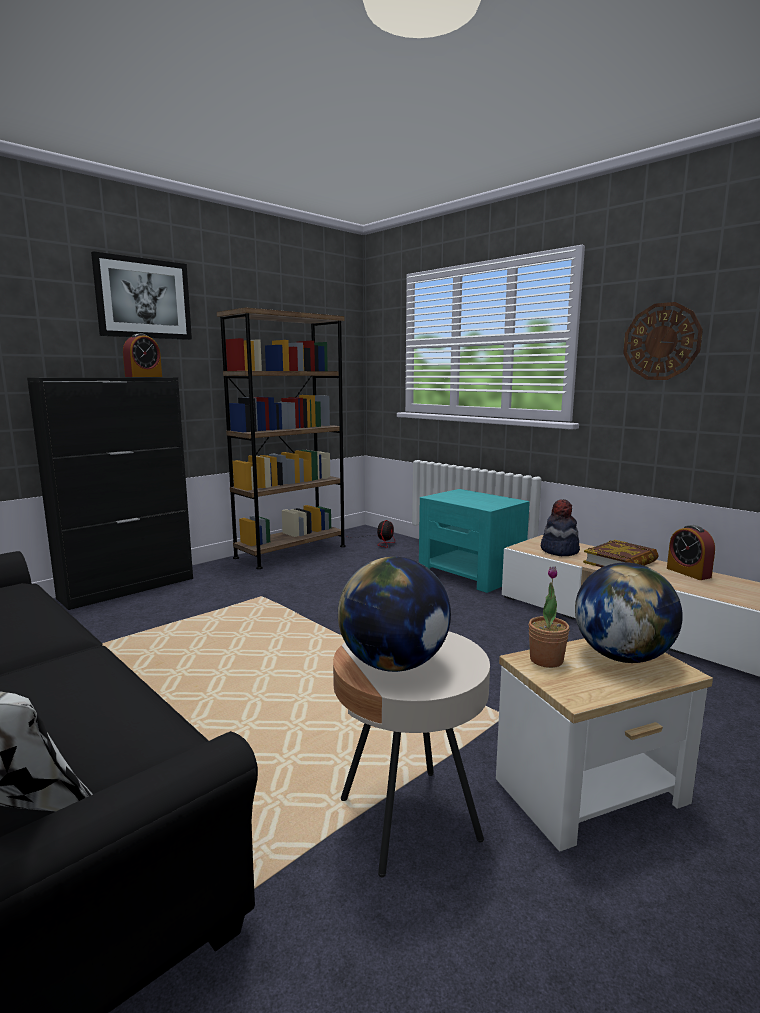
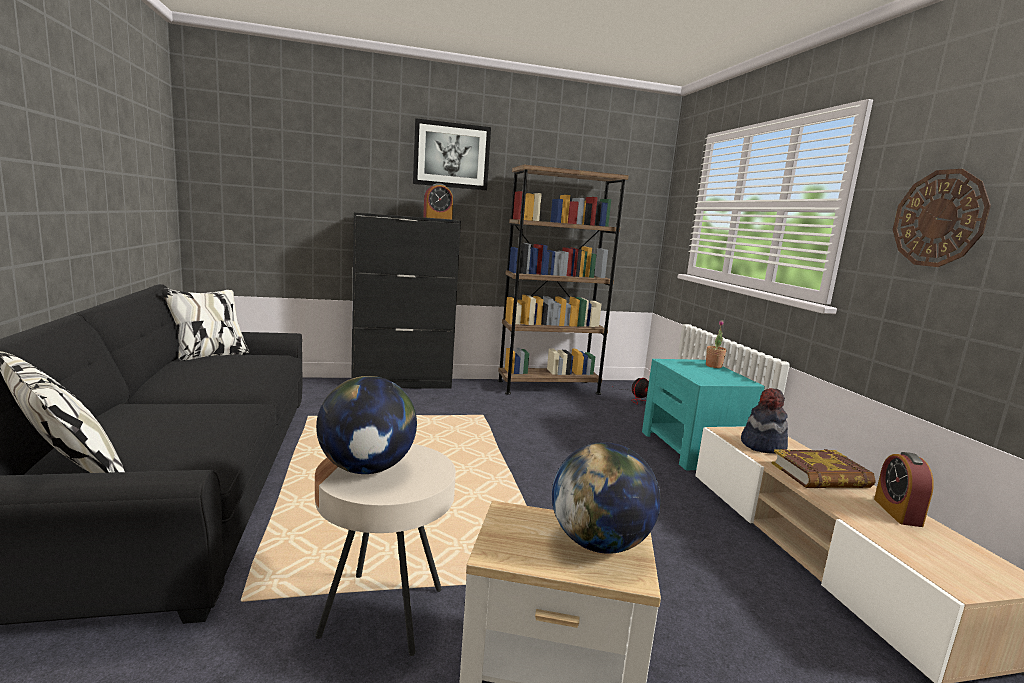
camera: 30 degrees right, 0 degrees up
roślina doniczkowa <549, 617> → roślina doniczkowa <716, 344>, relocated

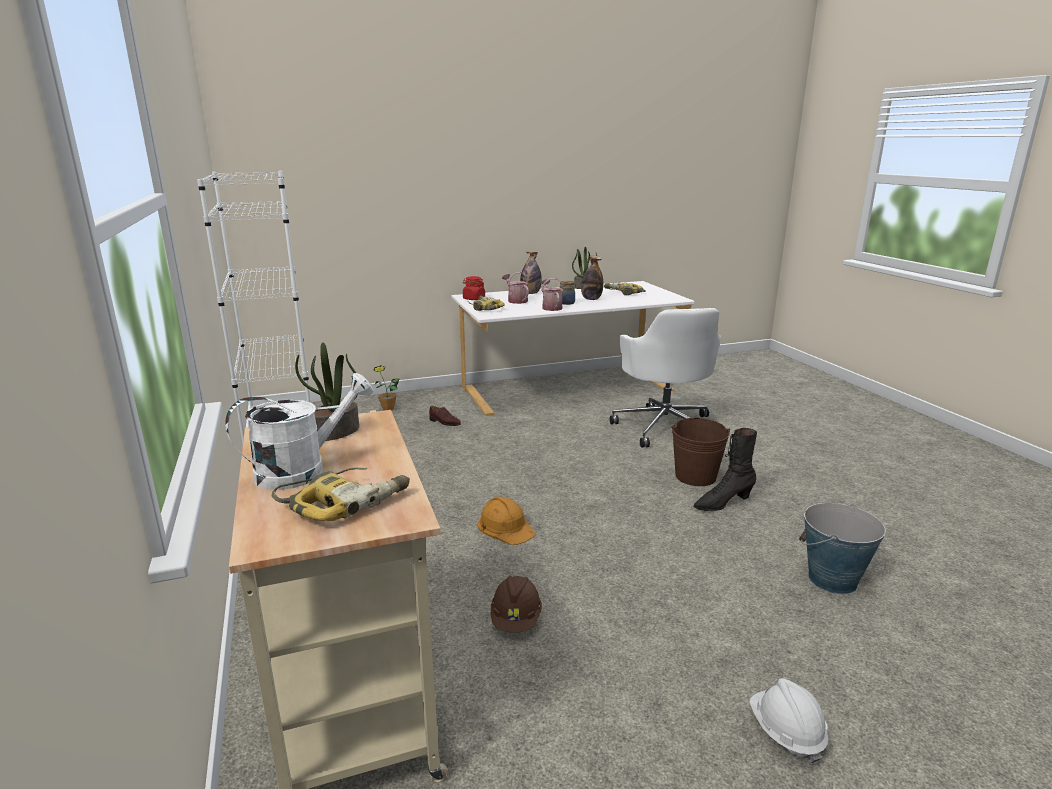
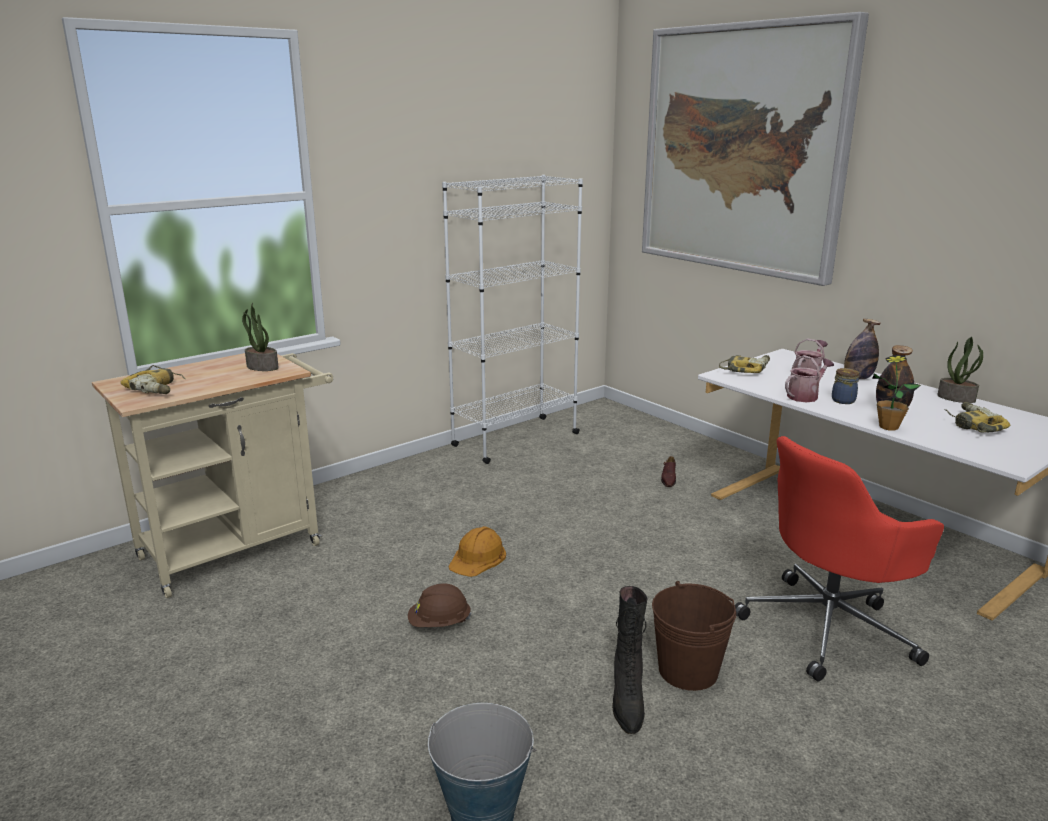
camera: 70 degrees right, 0 degrees up
konewka [biały] <299, 431> → -
słoik [czerwony] <474, 288> → -
kask [biały] <789, 720> → -
- → obraz <755, 149>
roślina doniczkowa <386, 388> → roślina doniczkowa <896, 393>, relocated
kask [brązowy] <516, 604> → kask [brązowy] <439, 605>, relocated
krzesło biurowe [biały] <665, 378> → krzesło biurowe [czerwony] <839, 559>
but z cholewką [czarny] <725, 469> → but z cholewką [czarny] <629, 660>, 135 degrees counterclockwise

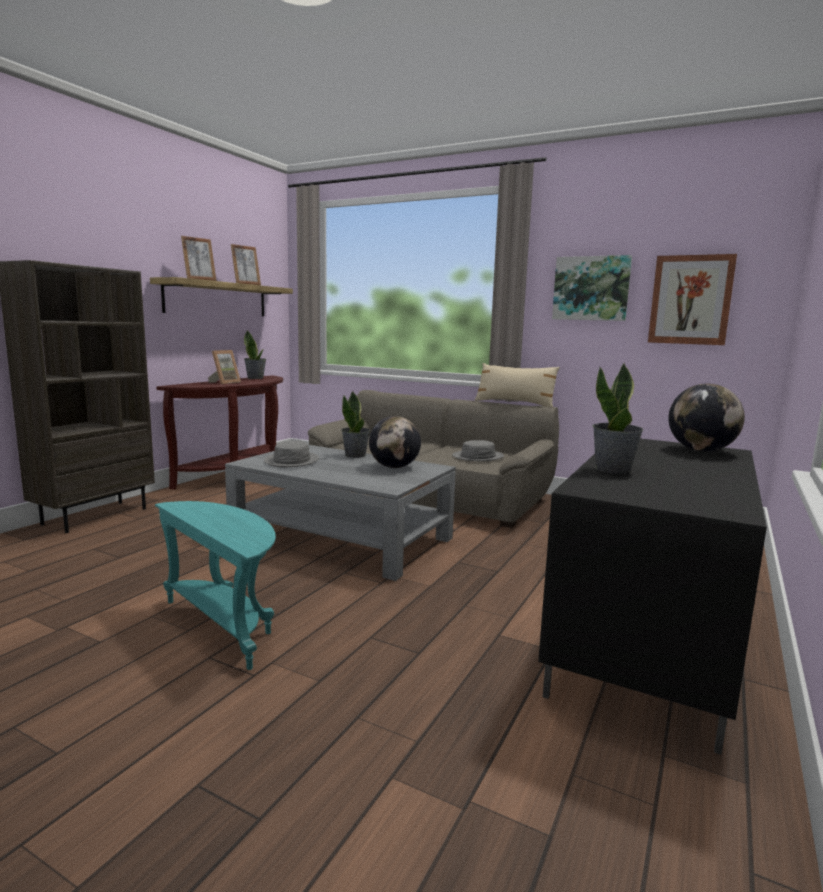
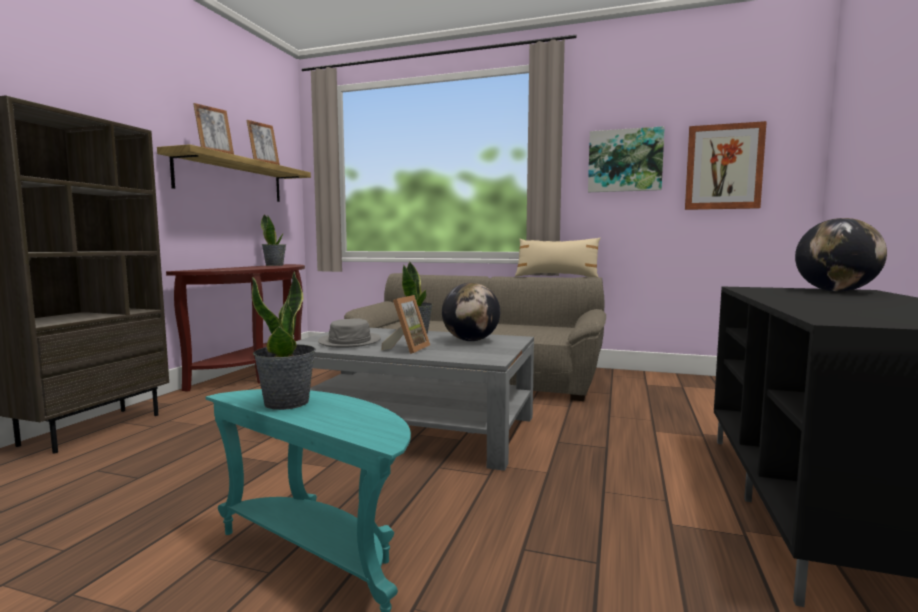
camera: 10 degrees left, 5 degrees down
kapelusz [szary] <478, 451> → -
ramka na zdjęcie <224, 367> → ramka na zdjęcie <405, 324>, relocated
roślina doniczkowa <618, 418> → roślina doniczkowa <284, 340>, relocated

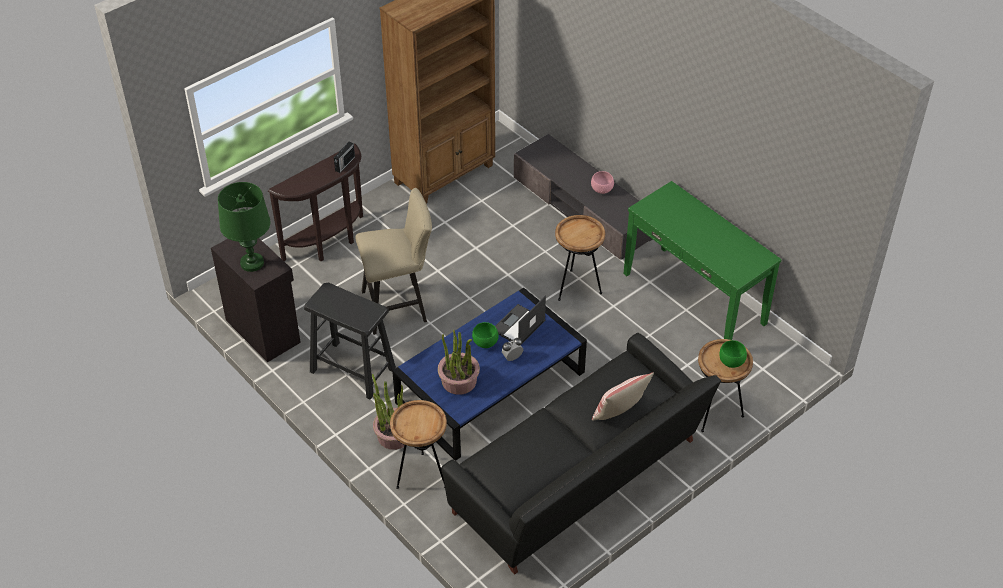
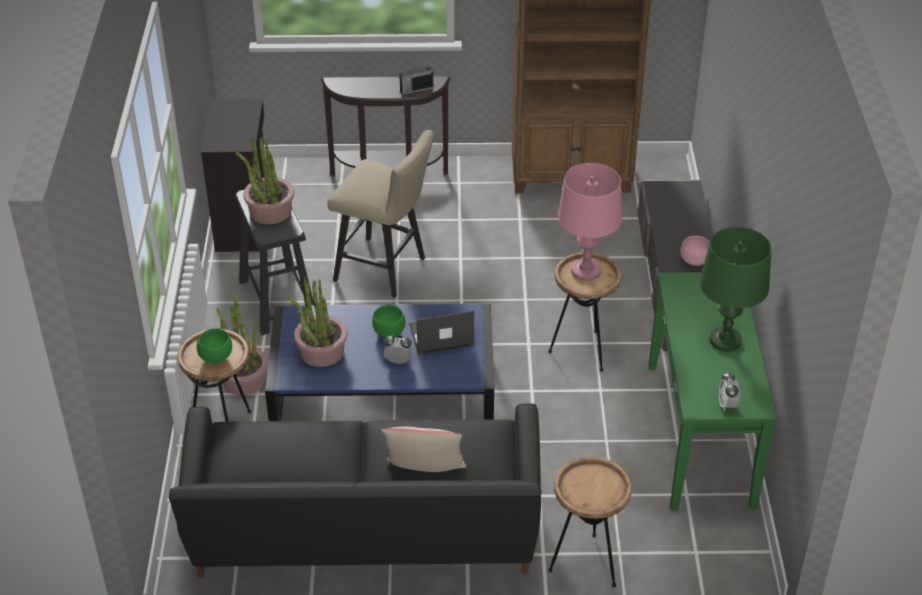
camera: 40 degrees right, 5 degrees down
- → roślina doniczkowa <265, 180>
- → lampa stołowa [różowy] <590, 222>
- → budzik <729, 391>
lampa stołowa [zielony] <244, 227> → lampa stołowa [zielony] <736, 289>, relocated
miska [zielony] <733, 354> → miska [zielony] <214, 346>, relocated

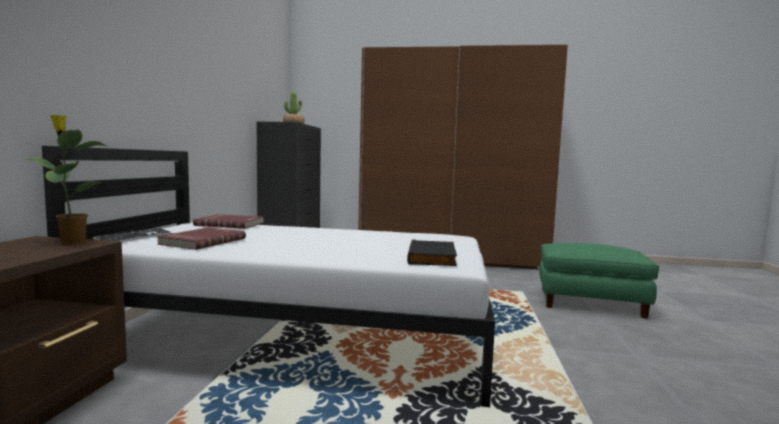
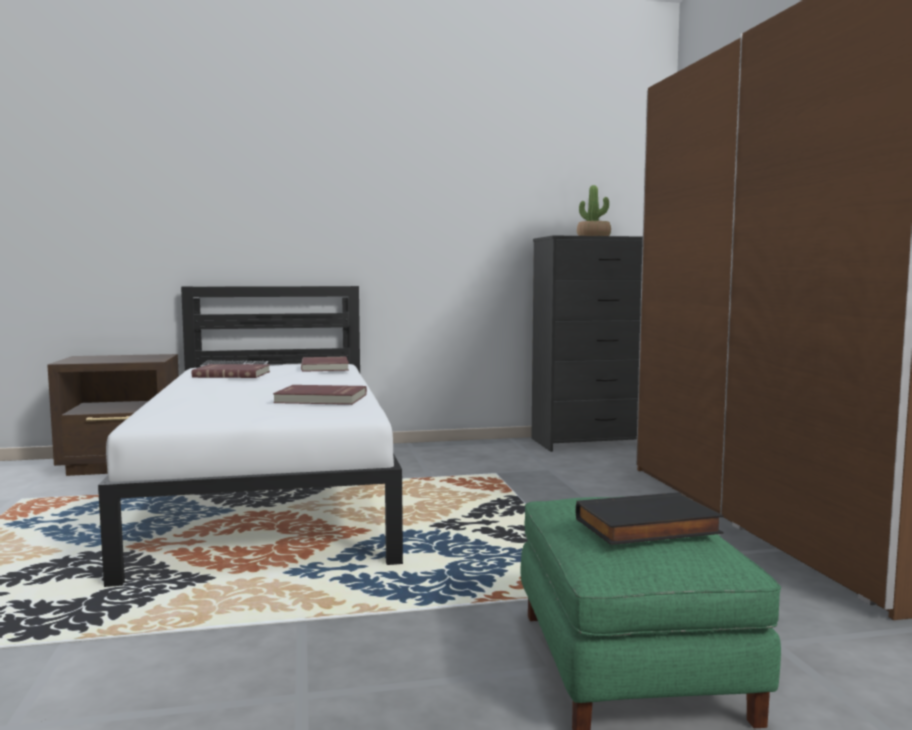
camera: 70 degrees right, 0 degrees up
roślina doniczkowa <66, 179> → -
- → książka [czerwony] <320, 395>
książka [czarny] <432, 253> → książka [czarny] <650, 518>, relocated

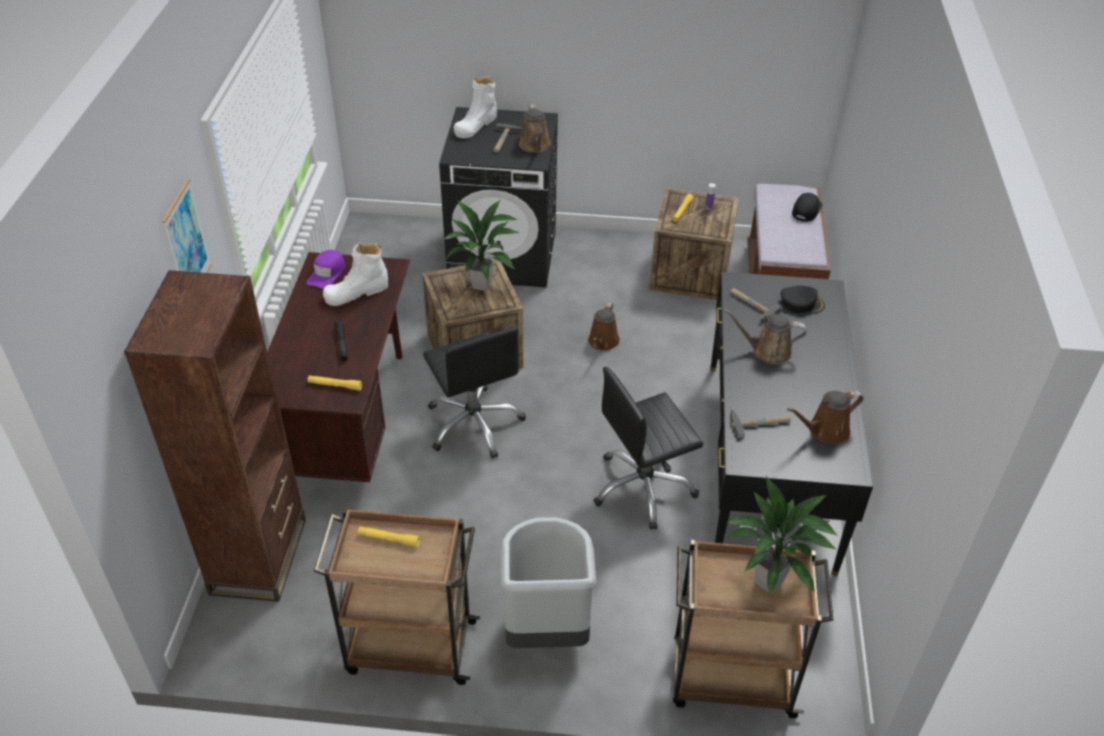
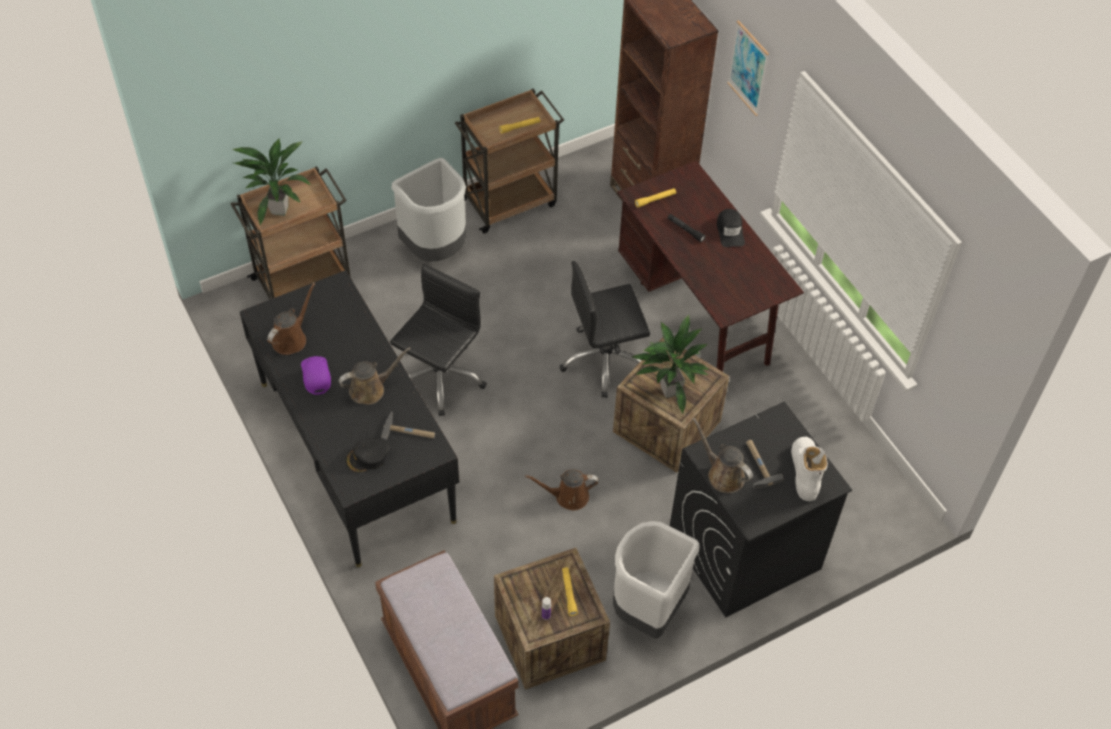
camera: 145 degrees right, 10 degrees up
but z cholewką [biały] <355, 274> → -
młotek <761, 423> → -
- → kosz na śmieci [biały] <656, 579>
czapka z daszkiem [fioletowy] <326, 269> → czapka z daszkiem [fioletowy] <316, 375>, relocated
czapka z daszkiem [czarny] <807, 207> → czapka z daszkiem [czarny] <731, 228>, relocated
krzesło biurowe [czarny] <474, 393> → krzesło biurowe [czarny] <604, 329>, 45 degrees counterclockwise
konewka [brązowy] <604, 327> → konewka [brązowy] <561, 489>, 75 degrees counterclockwise

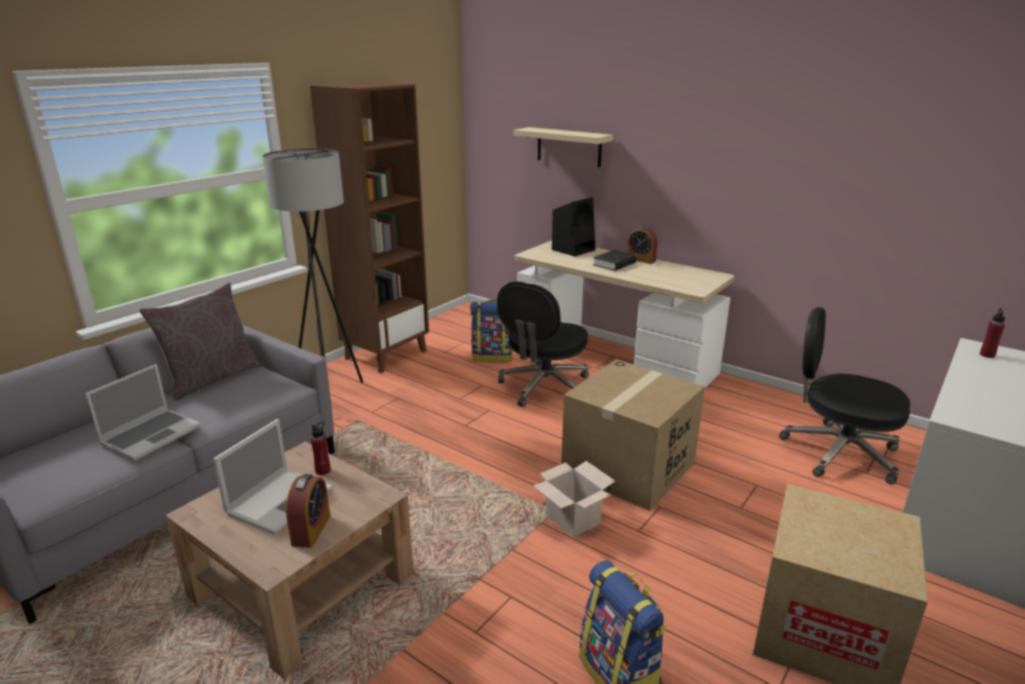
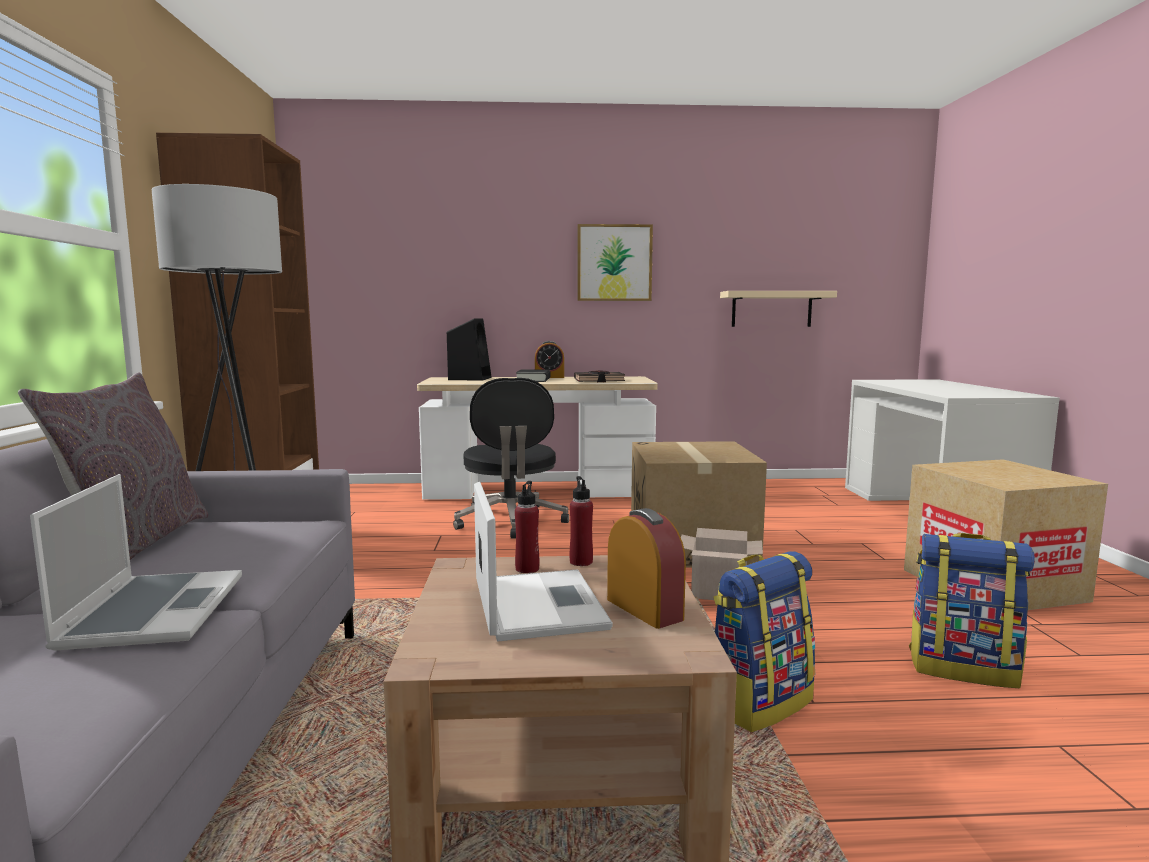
camera: 40 degrees left, 15 degrees down
krzesło biurowe [czarny] <844, 396> → -
- → książka [czarny] <599, 377>
- → obraz <615, 262>
plecak <492, 331> → plecak <764, 641>, relocated
półka [beżowy] <563, 147> → półka [beżowy] <778, 309>, relocated
butelka [czerwony] <992, 333> → butelka [czerwony] <581, 521>, relocated

